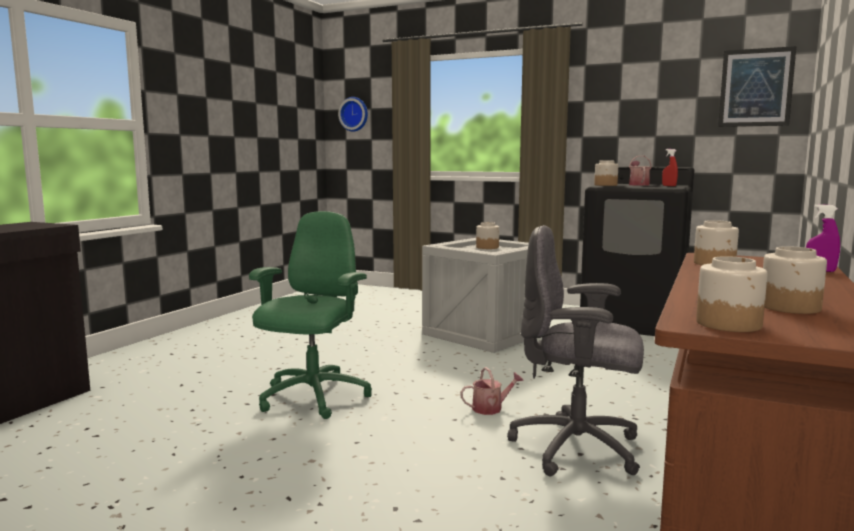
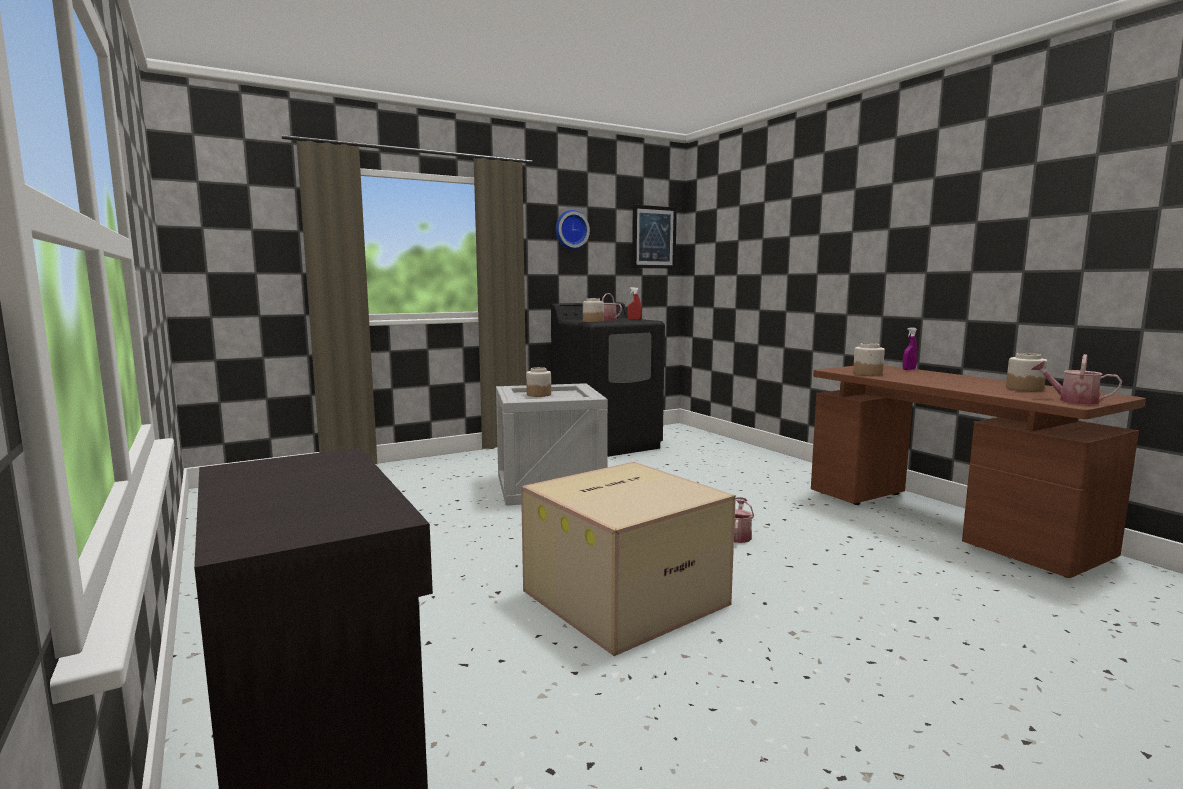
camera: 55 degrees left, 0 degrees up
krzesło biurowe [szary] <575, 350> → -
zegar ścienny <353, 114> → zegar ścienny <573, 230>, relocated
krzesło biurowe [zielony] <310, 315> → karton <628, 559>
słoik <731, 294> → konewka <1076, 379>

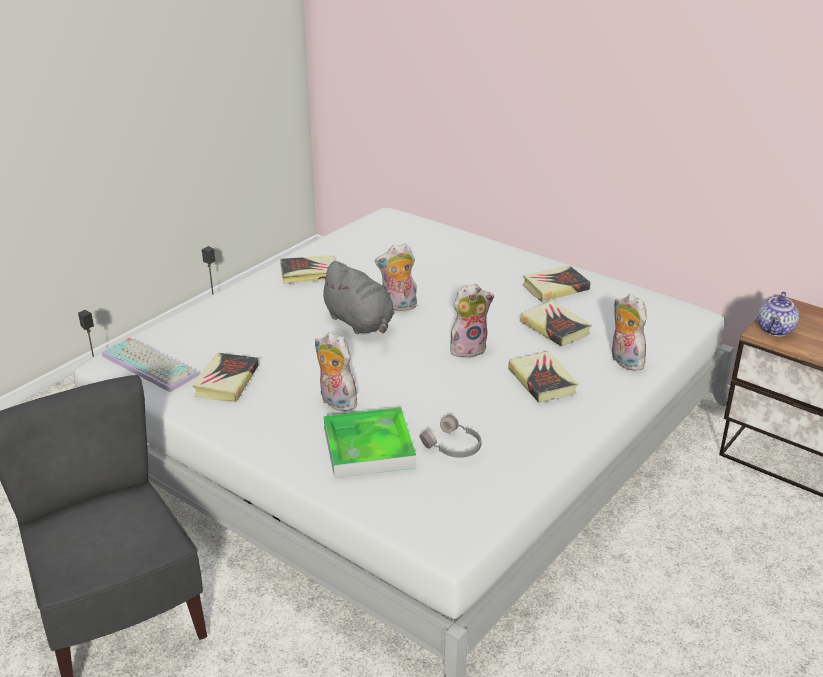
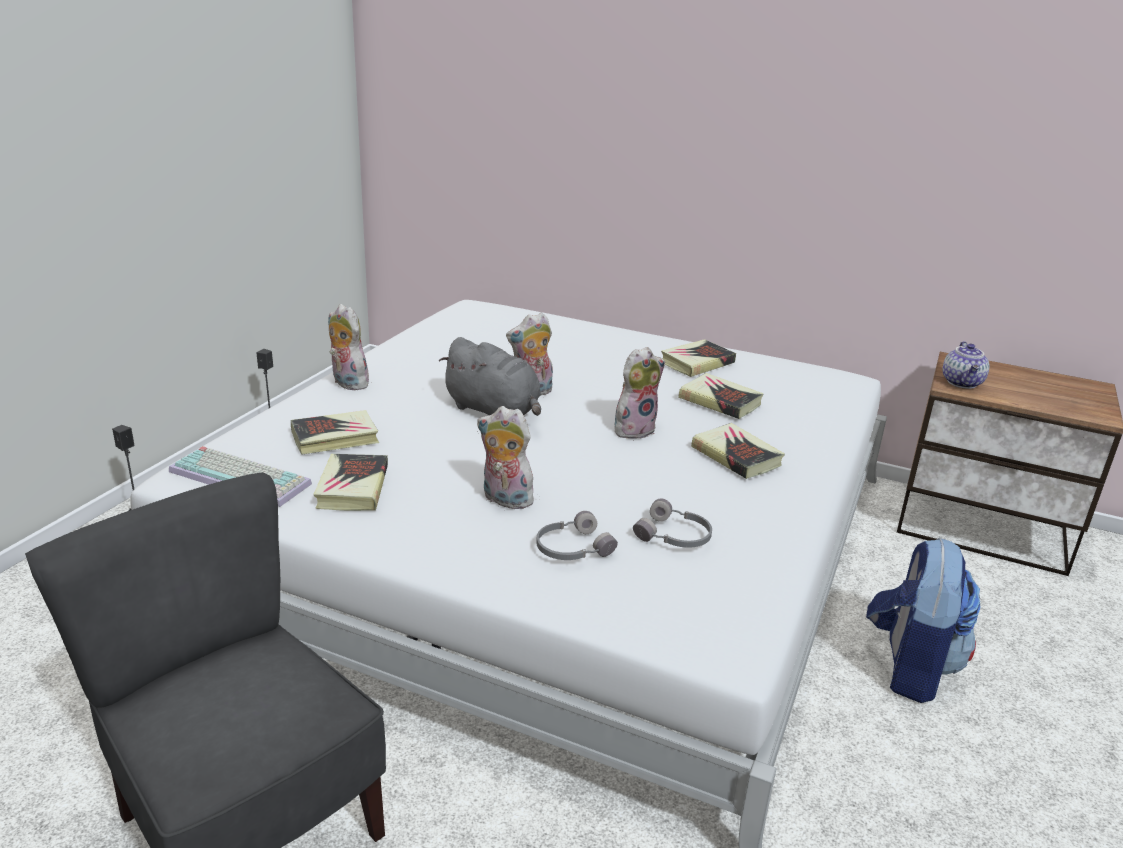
camera: 15 degrees left, 5 degrees down
- → plecak <923, 620>
książka <307, 269> → książka <335, 432>, relocated
pluszak <629, 332> → pluszak <348, 347>, relocated
taca <370, 442> → słuchawki [szary] <577, 535>

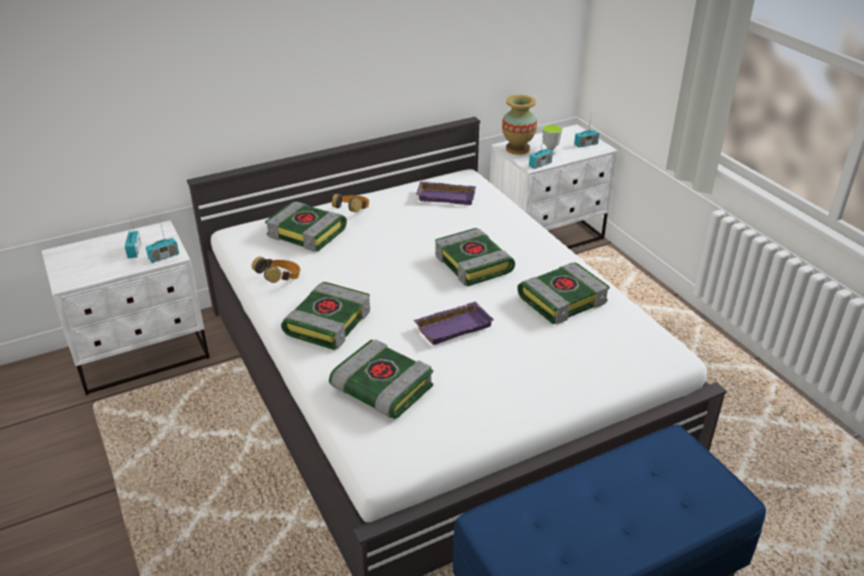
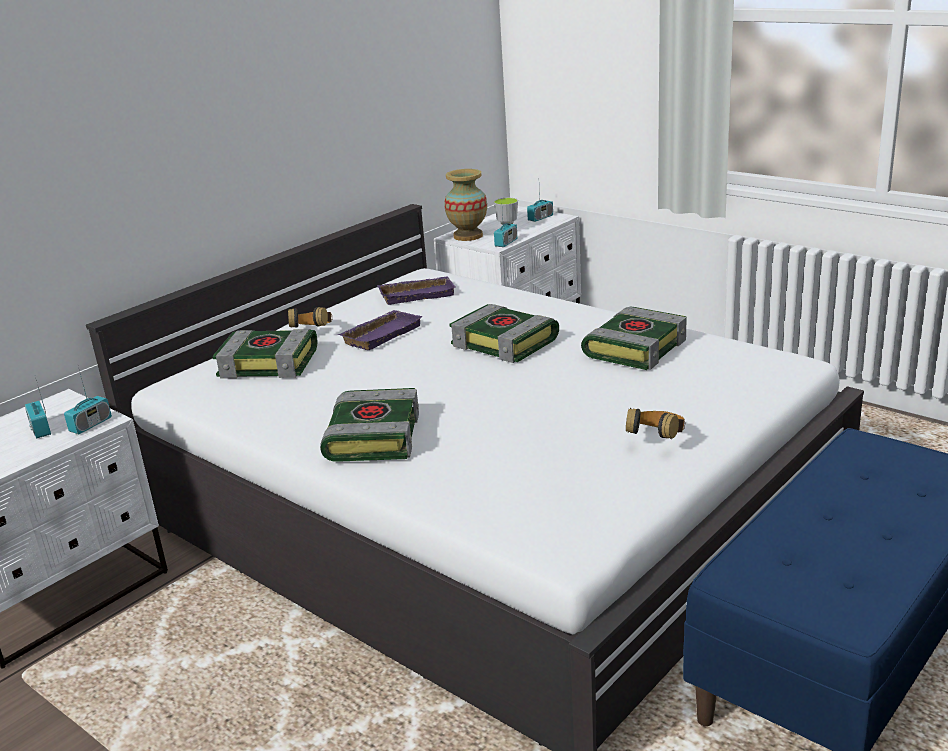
camera: 20 degrees left, 10 degrees down
książka <381, 379> → -
słuchawki <276, 269> → słuchawki <655, 423>, relocated
taca [fioletowy] <454, 323> → taca [fioletowy] <380, 330>, relocated

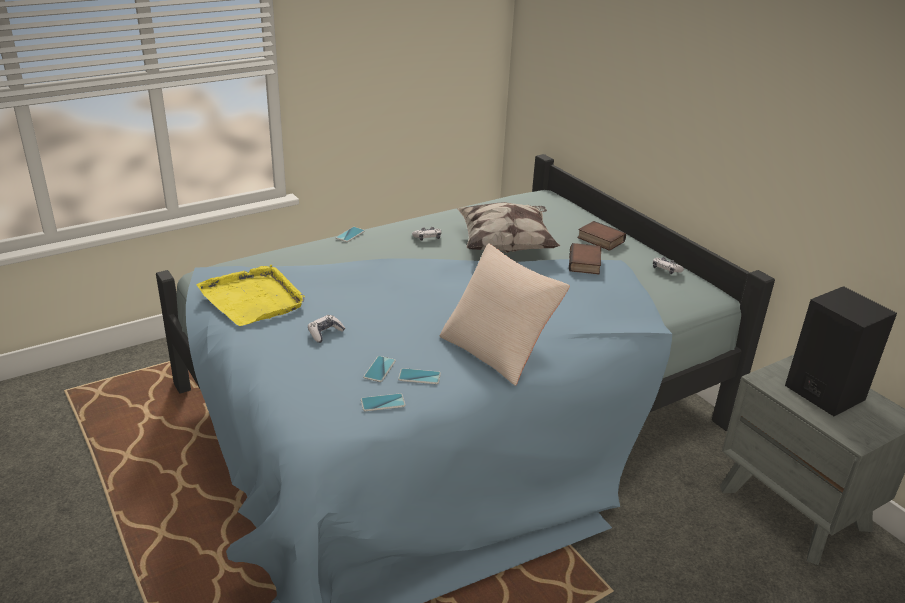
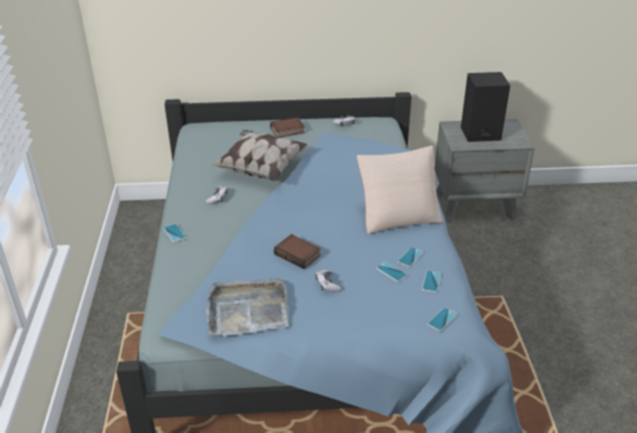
camera: 60 degrees left, 5 degrees up
- → telefon <442, 319>
książka <585, 258> → książka <297, 251>, relocated
taca [żółty] <251, 295> → taca [szary] <247, 307>

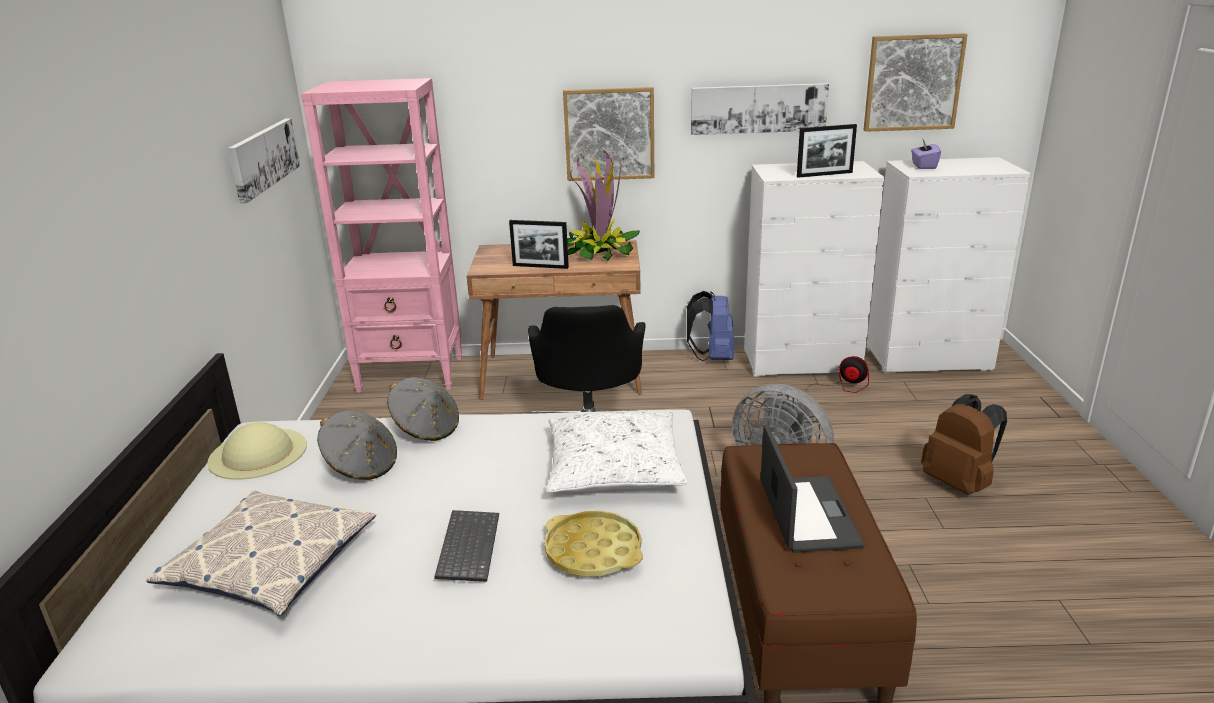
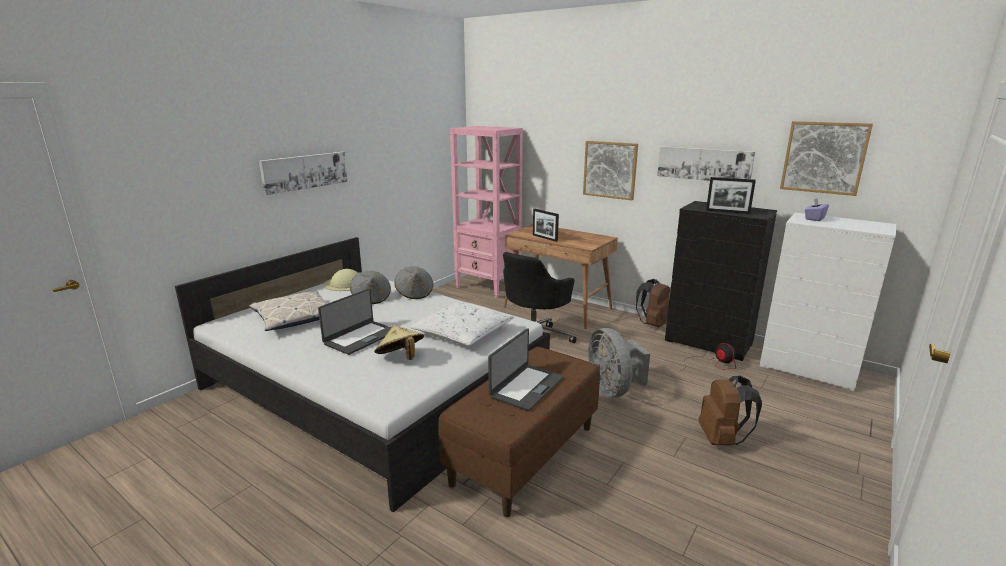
camera: 35 degrees right, 5 degrees down
roślina doniczkowa <603, 205> → -
obraz <264, 161> → obraz <303, 173>, relocated
klawiatura <467, 546> → laptop <355, 321>
taca [żółty] <593, 544> → kapelusz [beżowy] <399, 342>
plecak [niebieski] <710, 326> → plecak [brązowy] <653, 303>
komoda [biały] <814, 269> → komoda [czarny] <721, 281>

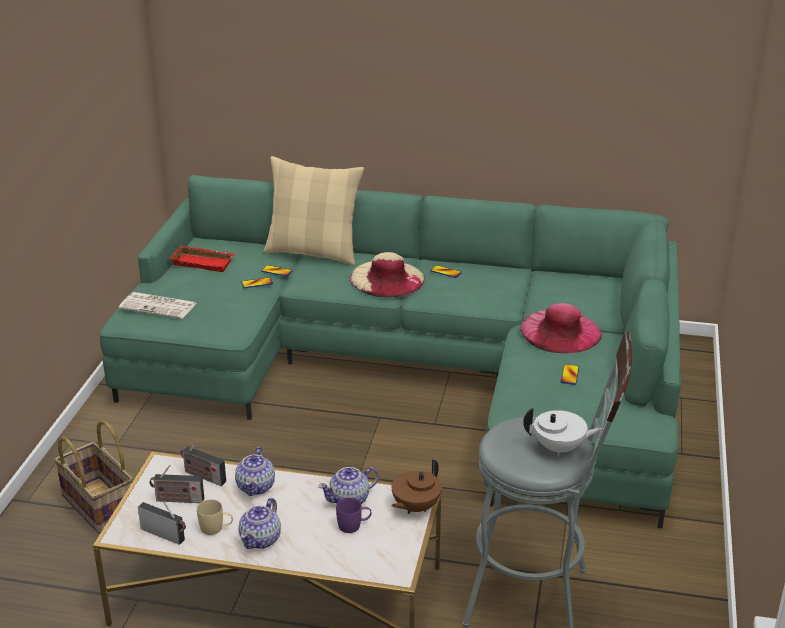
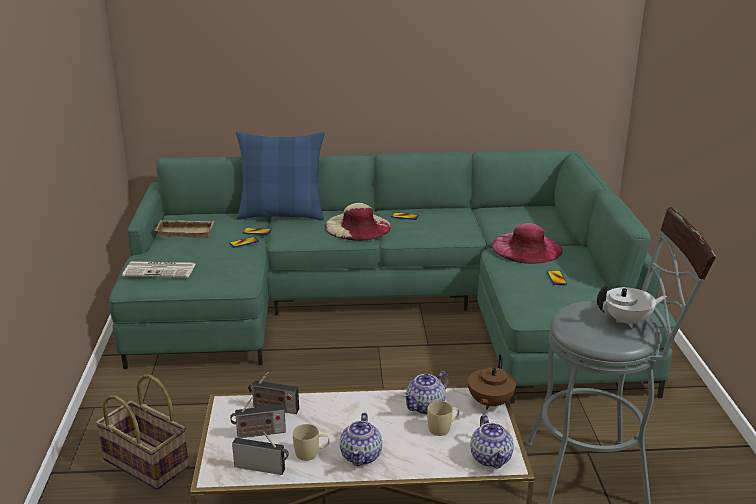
camera: 15 degrees left, 5 degrees down
imbryk <255, 471> → imbryk <492, 442>, relocated
taca [czerwony] <202, 258> → taca [beżowy] <184, 229>
poduszka [beżowy] <313, 210> → poduszka [niebieski] <280, 175>
kubek [fioletowy] <354, 515> → kubek [beżowy] <443, 418>

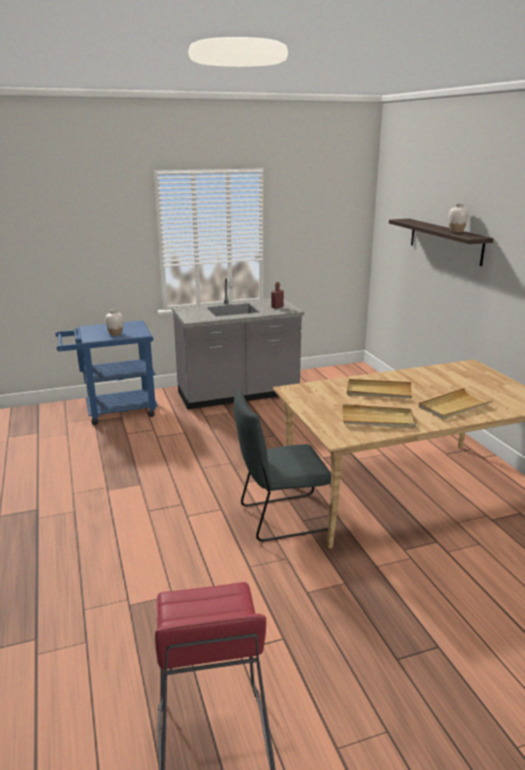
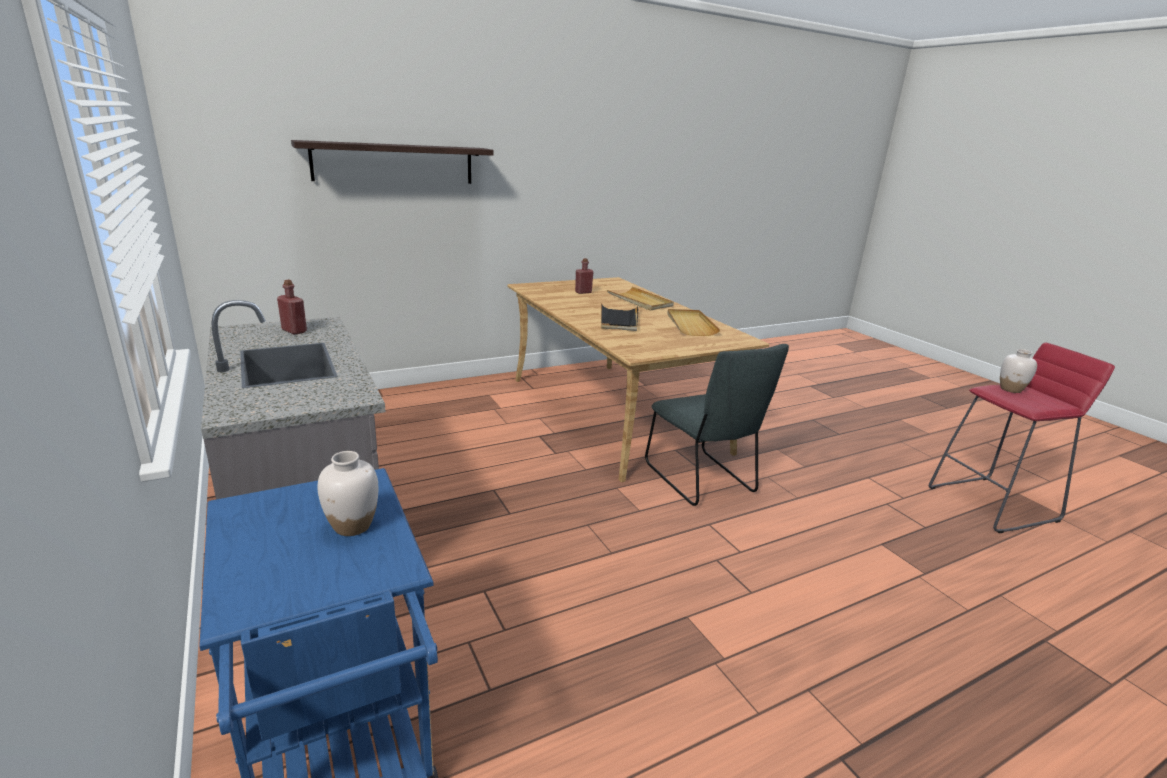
camera: 100 degrees left, 0 degrees up
- → butelka [czerwony] <584, 276>
wazon [biały] <458, 218> → wazon [biały] <1018, 371>, relocated
taca [beżowy] <379, 388> → taca [czarny] <620, 317>

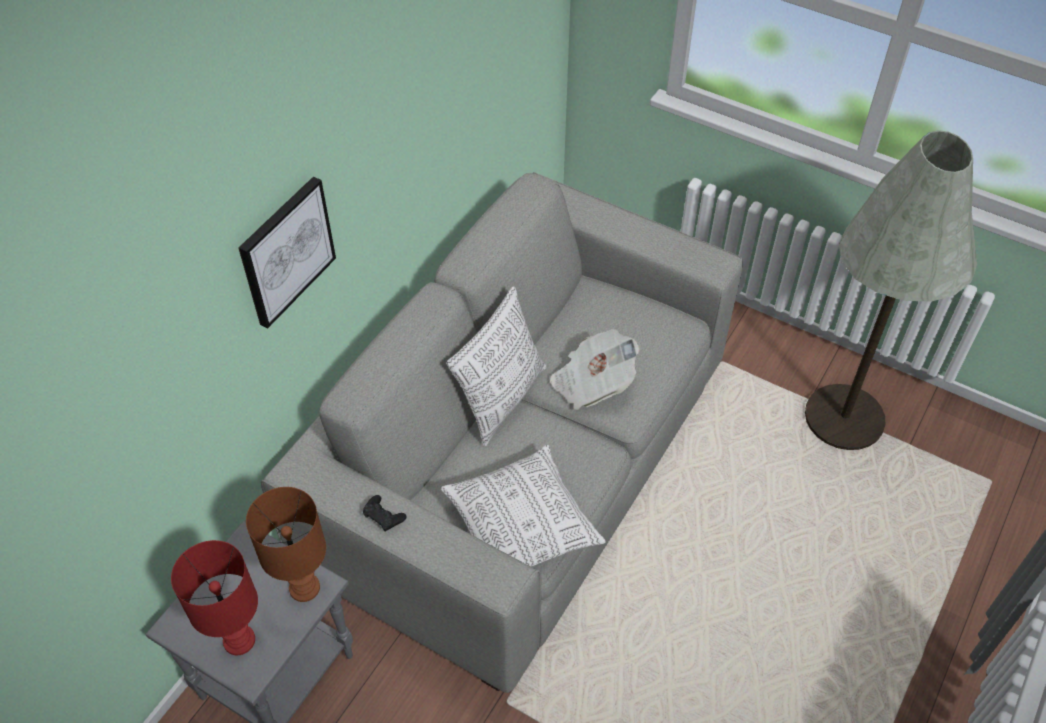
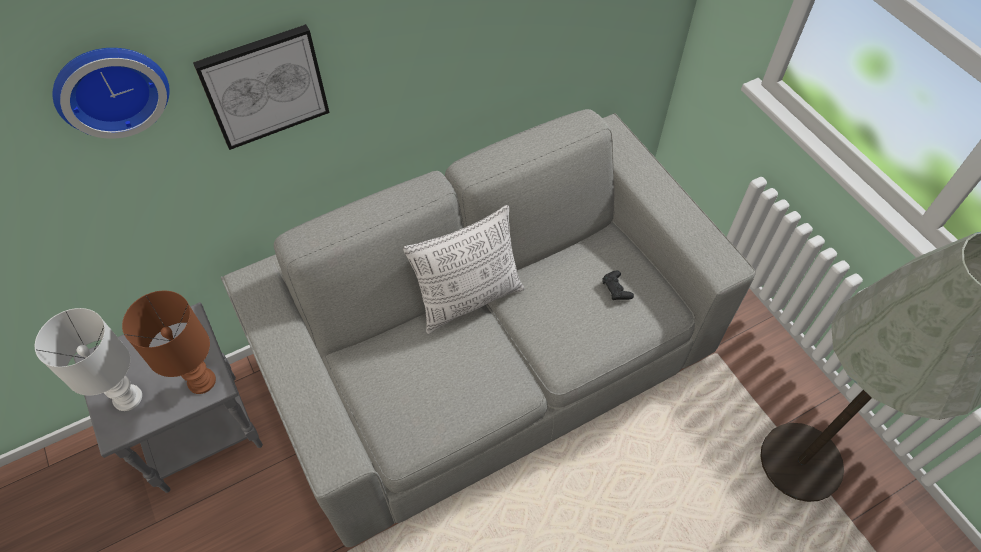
camera: 30 degrees right, 5 degrees up
poduszka <523, 506> → -
gazeta <595, 369> → -
- → zegar ścienny <111, 93>
pad do gier [czarny] <384, 513> → pad do gier [czarny] <618, 285>, relocated
lampa stołowa [czerwony] <214, 597> → lampa stołowa [biały] <88, 359>

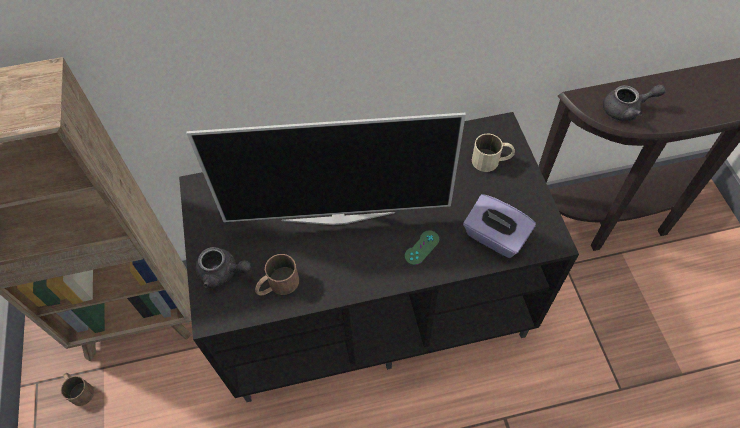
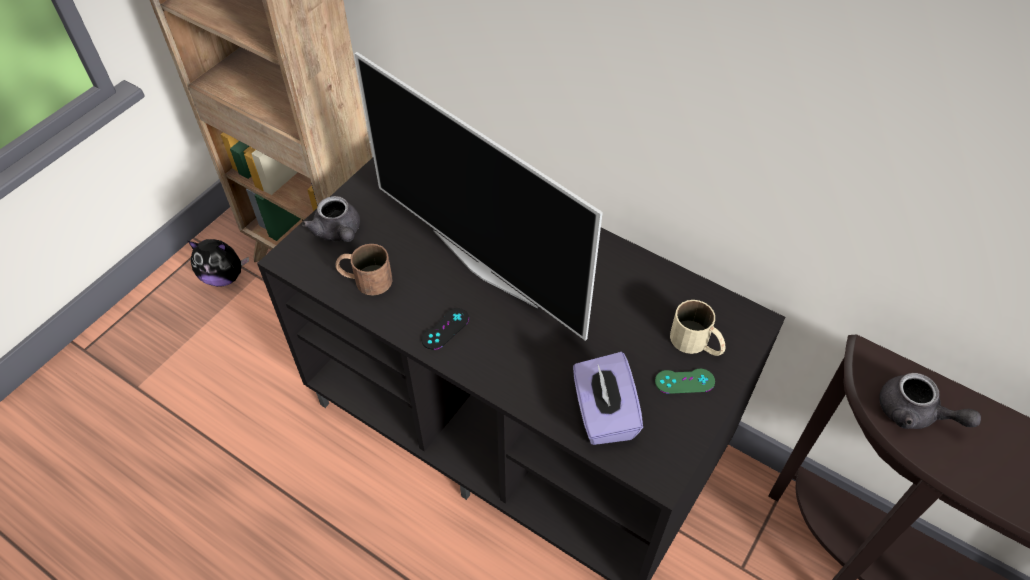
camera: 45 degrees right, 5 degrees down
- → pad do gier [czarny] <445, 329>
pad do gier [zielony] <422, 248> → pad do gier [zielony] <685, 381>, relocated
kubek [brązowy] <77, 389> → pluszak <218, 263>

